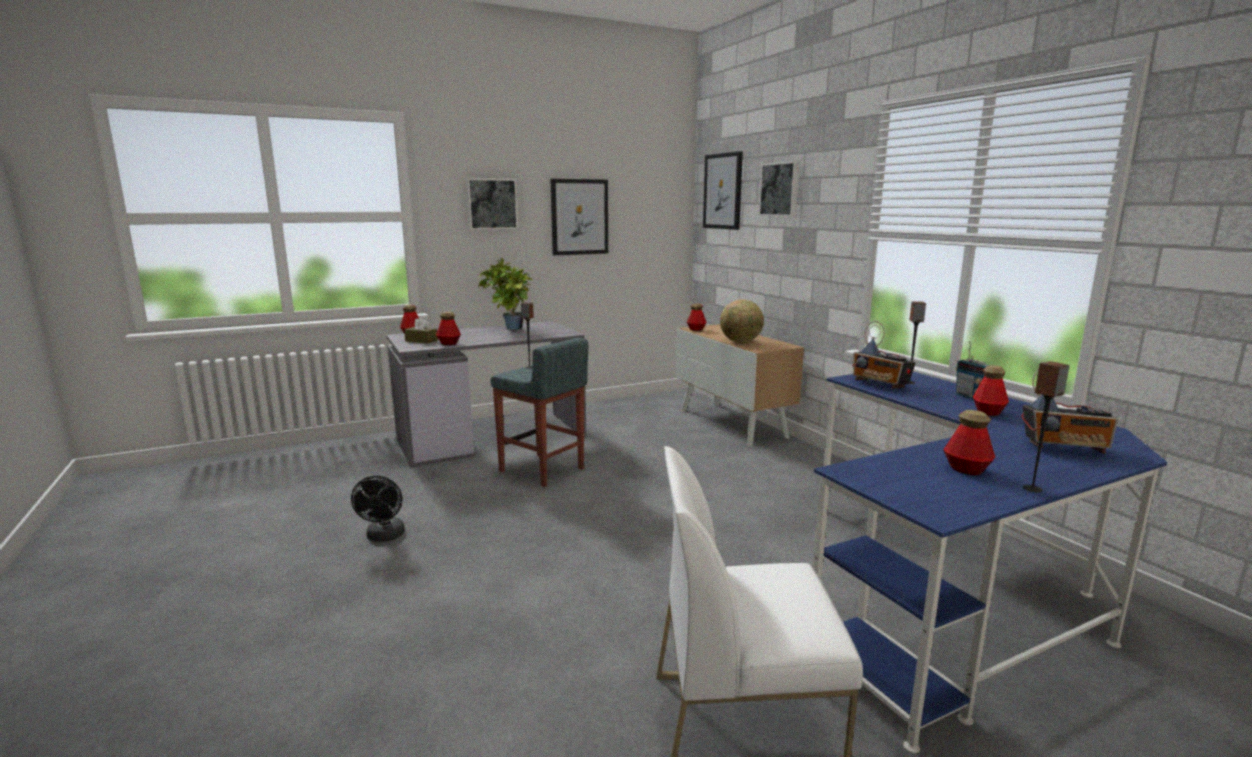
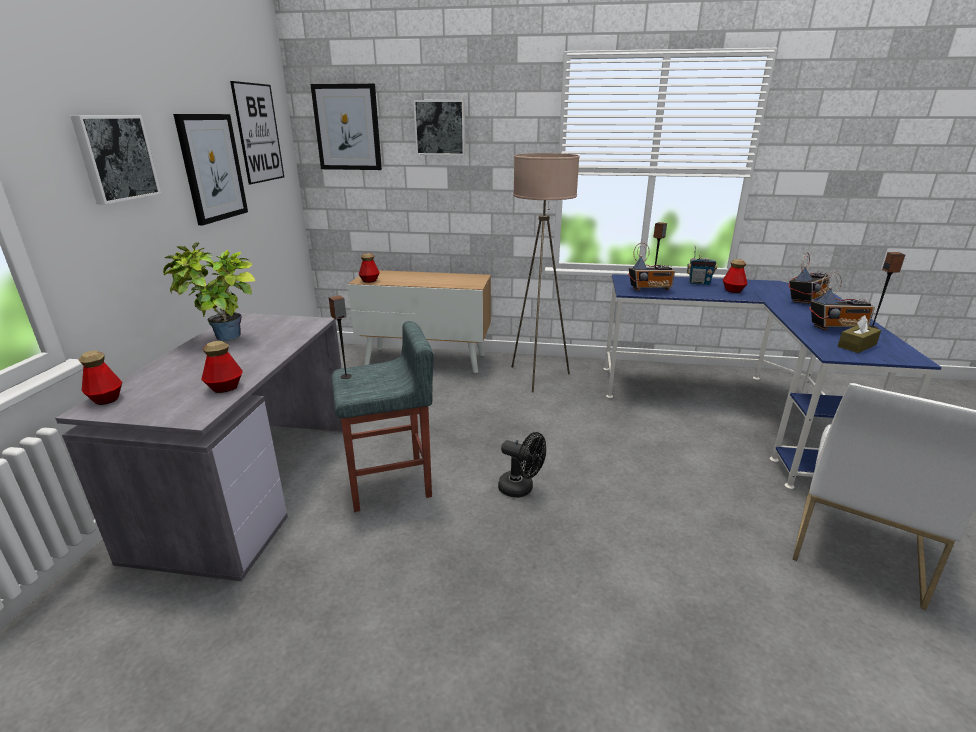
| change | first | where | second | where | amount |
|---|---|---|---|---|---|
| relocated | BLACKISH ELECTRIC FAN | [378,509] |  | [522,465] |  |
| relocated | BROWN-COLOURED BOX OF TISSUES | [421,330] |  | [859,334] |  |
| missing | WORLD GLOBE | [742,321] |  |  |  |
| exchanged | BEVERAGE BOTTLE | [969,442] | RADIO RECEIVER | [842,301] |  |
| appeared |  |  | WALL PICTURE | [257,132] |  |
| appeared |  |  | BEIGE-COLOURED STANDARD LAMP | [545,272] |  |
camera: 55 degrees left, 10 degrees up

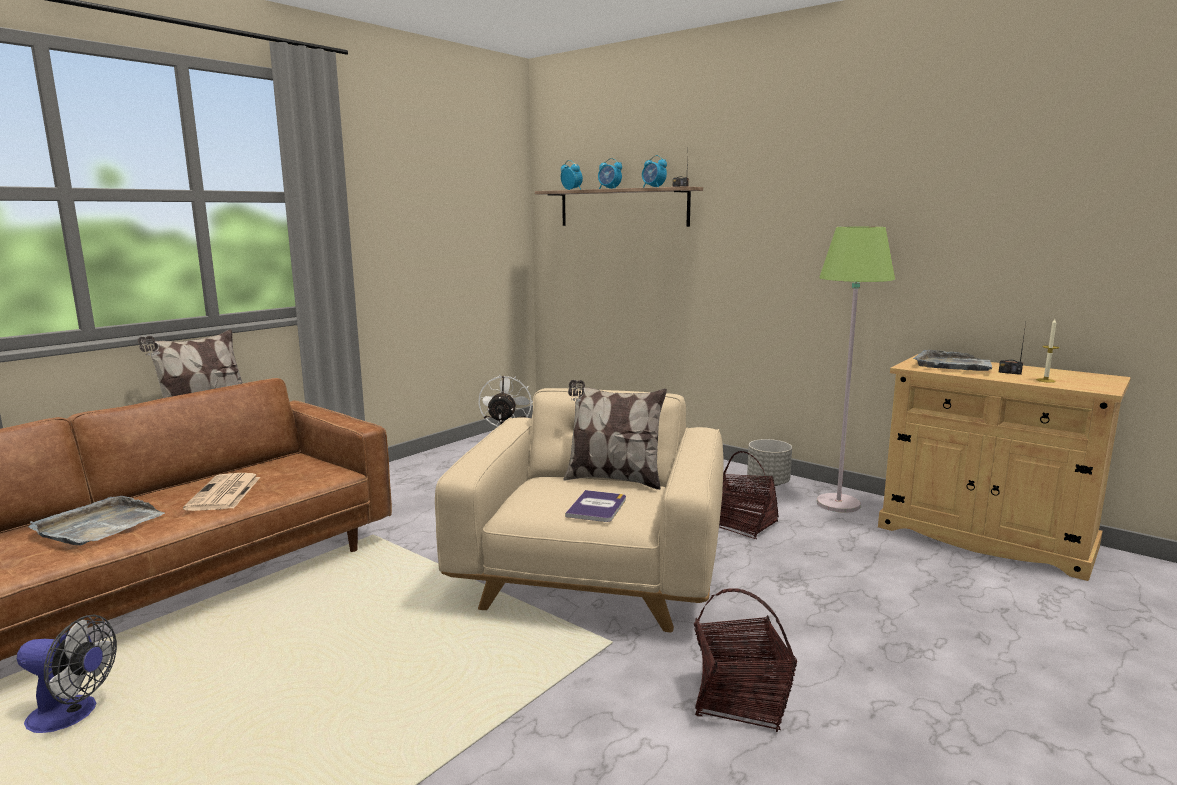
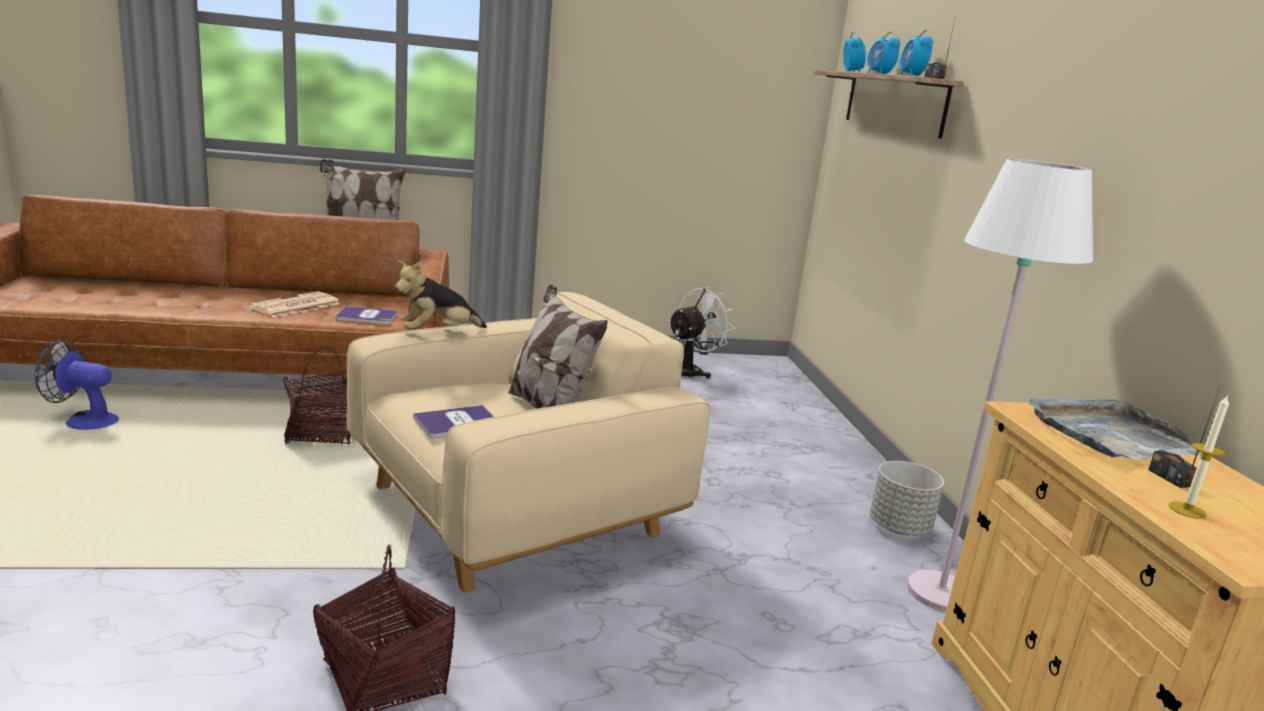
| change | first | where | second | where | amount |
|---|---|---|---|---|---|
| spun | ELECTRIC FAN | [67,674] |  | [76,385] | 135 degrees clockwise |
| missing | GRAY CARRYING TRAY | [96,521] |  |  |  |
| relocated | HOUSEHOLD BASKET | [749,495] |  | [317,395] |  |
| colour | GREEN-COLOURED STANDARD LAMP | [856,370] | WHITE-COLOURED STANDARD LAMP | [1000,385] |  |
| appeared |  |  | BOUND BOOK | [367,315] |  |
| appeared |  |  | SOFT TOY | [441,294] |  |
camera: 40 degrees right, 5 degrees up

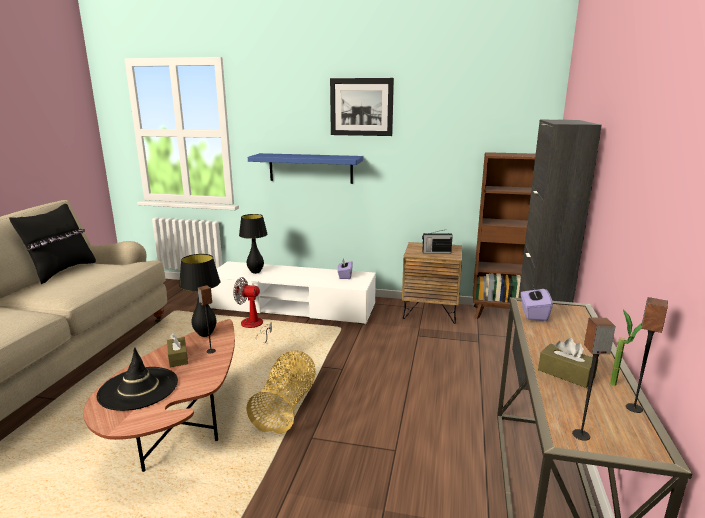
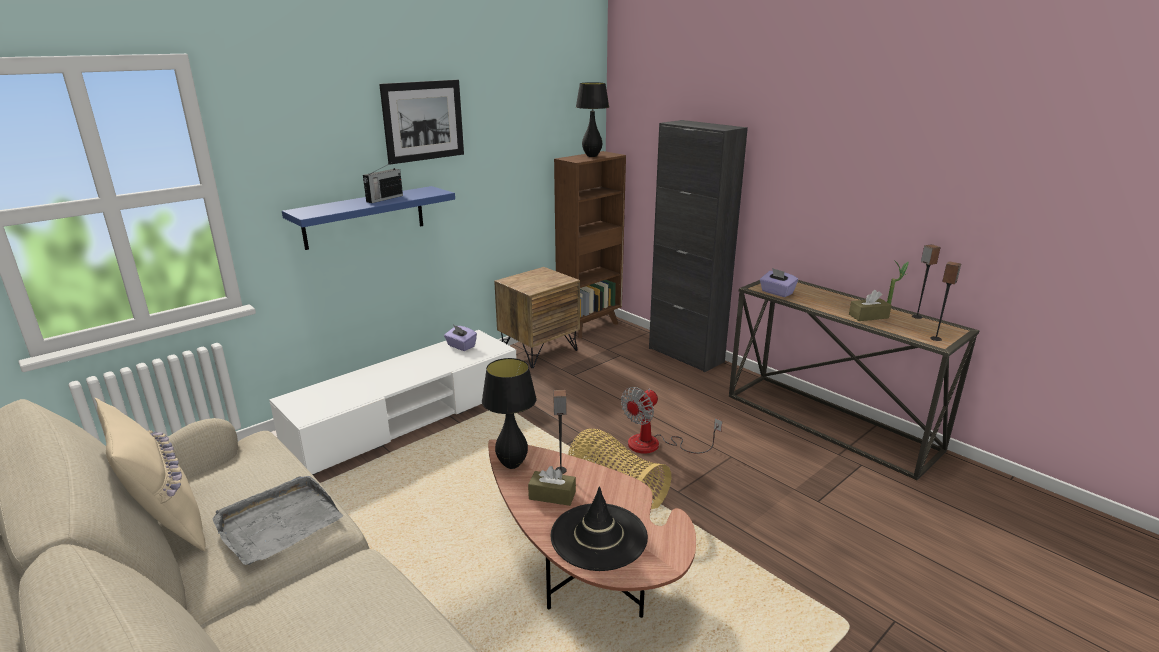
| change | first | where | second | where | amount |
|---|---|---|---|---|---|
| colour | BLACKISH CUSHION | [52,244] | BEIGE-COLOURED CUSHION | [150,474] |  |
| relocated | ELECTRIC FAN | [252,310] |  | [671,420] |  |
| relocated | BLACKISH TABLETOP LAMP | [253,244] |  | [592,119] |  |
| relocated | RADIO RECEIVER | [437,241] |  | [383,183] |  |
| appeared |  |  | GRAY CARRYING TRAY | [277,520] |  |
camera: 55 degrees left, 5 degrees up

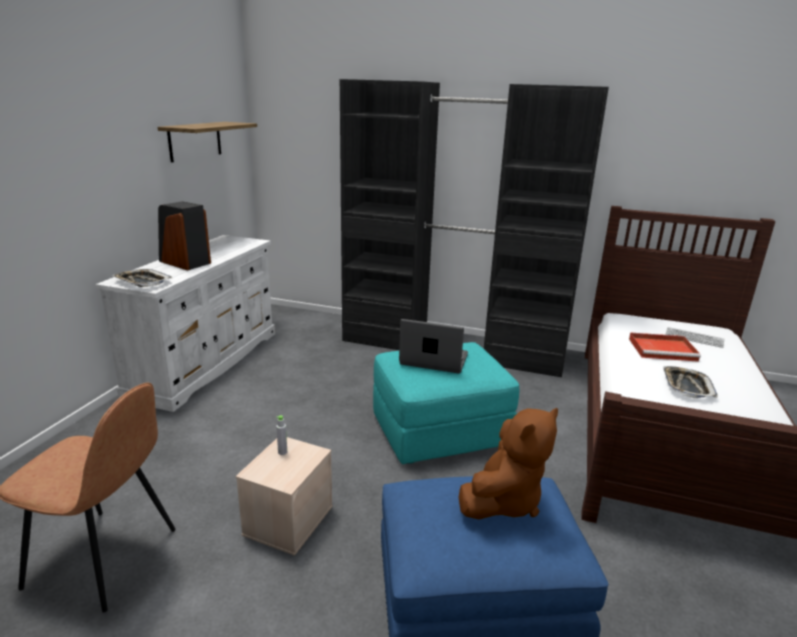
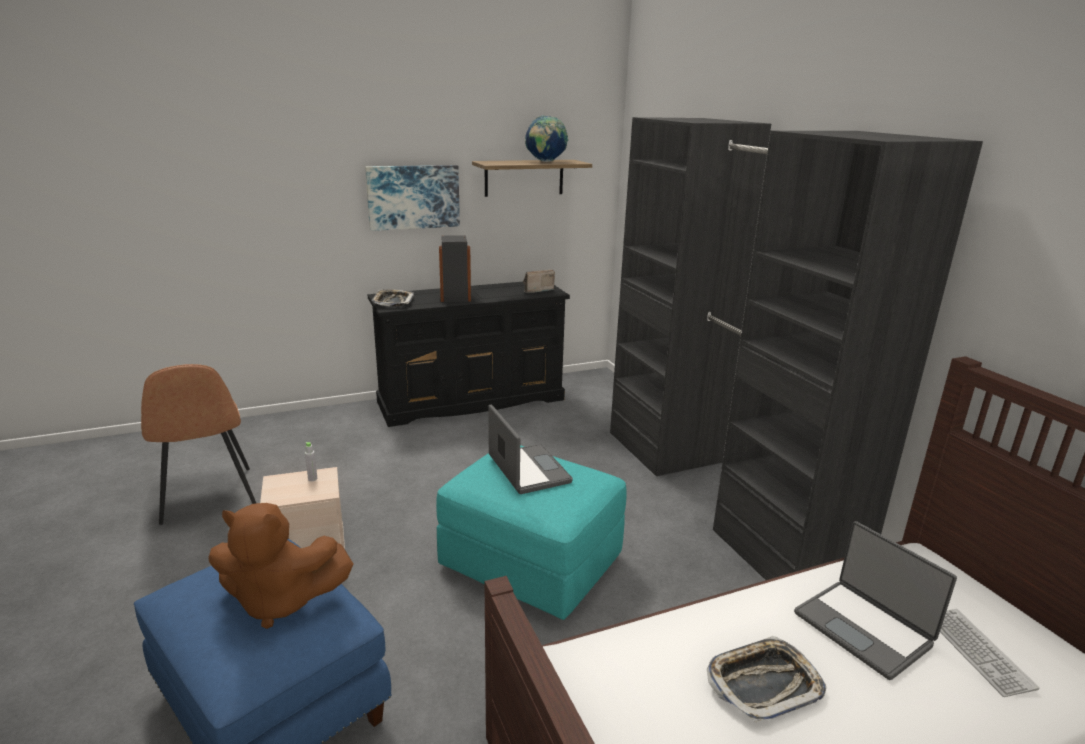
| change | first | where | second | where | amount |
|---|---|---|---|---|---|
| colour | WHITE-COLOURED DRAWER CHEST | [185,323] | BLACKISH DRAWER CHEST | [468,354] |  |
| exchanged | REDDISH CARRYING TRAY | [665,347] | NOTEBOOK COMPUTER | [875,600] |  |
| appeared |  |  | WALL PICTURE | [412,198] |  |
| appeared |  |  | RADIO RECEIVER | [539,281] |  |
| appeared |  |  | WORLD GLOBE | [546,138] |  |
camera: 50 degrees right, 0 degrees up

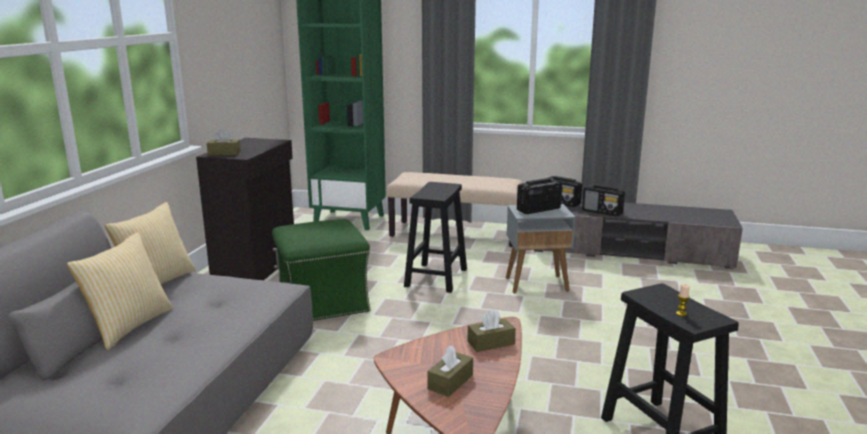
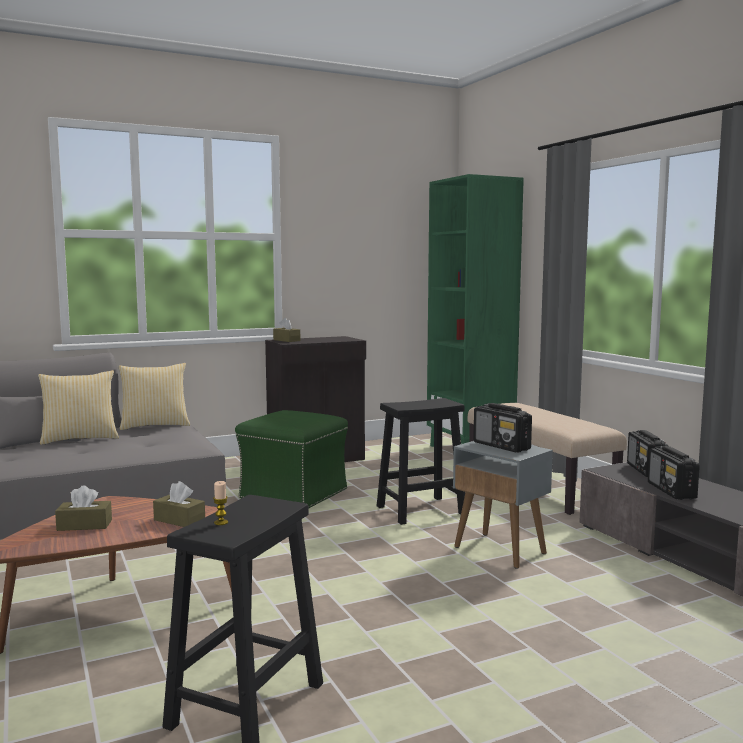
| change | first | where | second | where | amount |
|---|---|---|---|---|---|
| spun | RADIO RECEIVER | [539,196] |  | [502,427] | 150 degrees counterclockwise |
camera: 50 degrees right, 10 degrees down

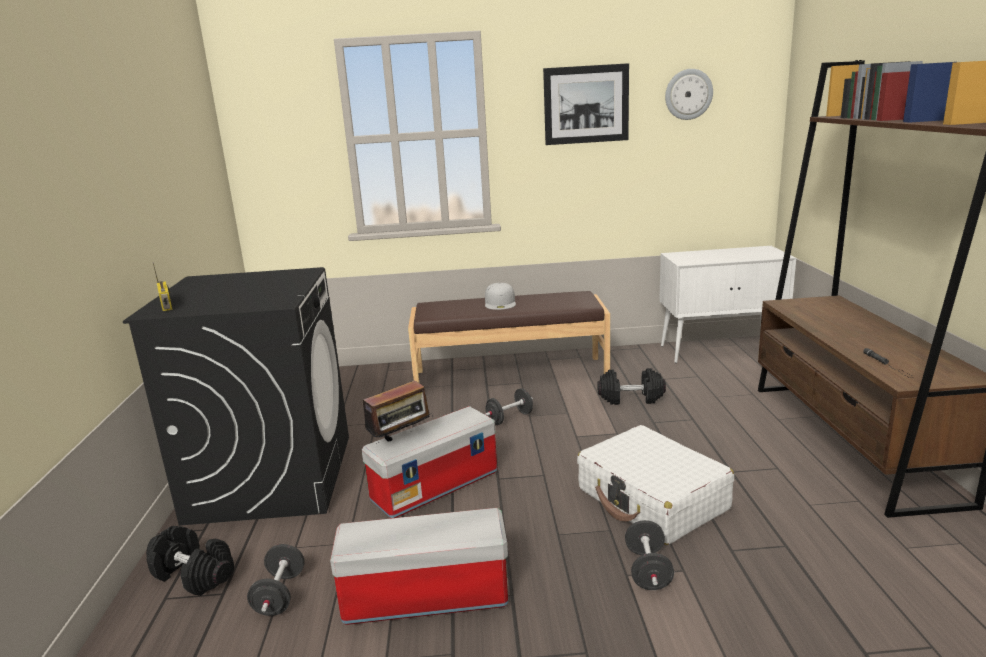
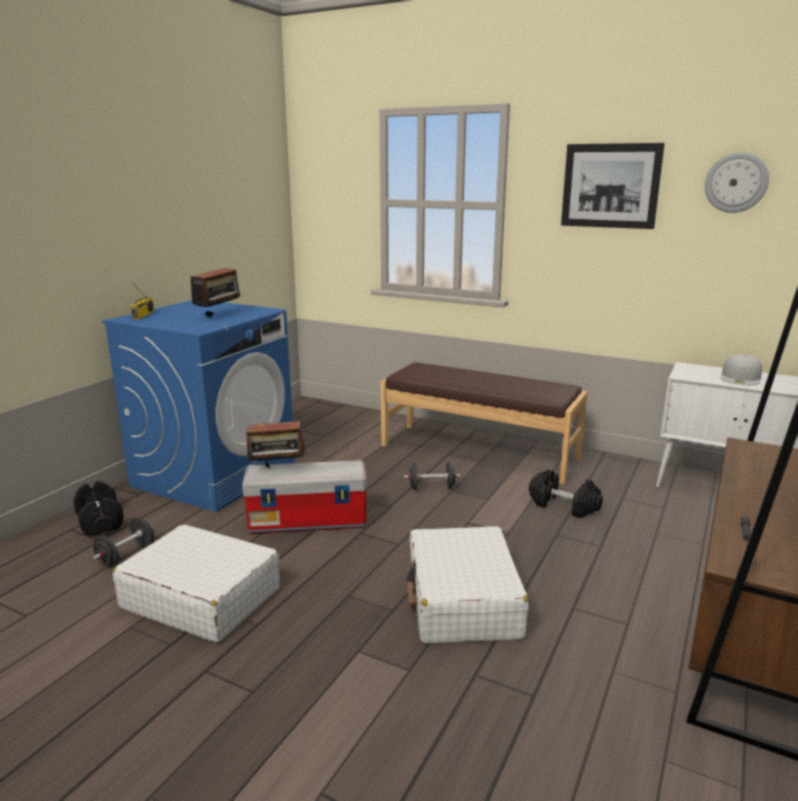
| change | first | where | second | where | amount |
|---|---|---|---|---|---|
| colour | BLACKISH WASHING MACHINE | [236,396] | BLUE-COLOURED WASHING MACHINE | [198,406] |  |
| exchanged | STORAGE CONTAINER | [419,566] | WHITE-COLOURED PIECE OF LUGGAGE | [196,583] |  |
| relocated | WHITE-COLOURED PEAKED CAP | [500,296] |  | [741,369] |  |
| missing | BLACKISH DUMBBELL | [649,555] |  |  |  |
| appeared |  |  | RADIO RECEIVER | [217,289] |  |
camera: 30 degrees right, 0 degrees up

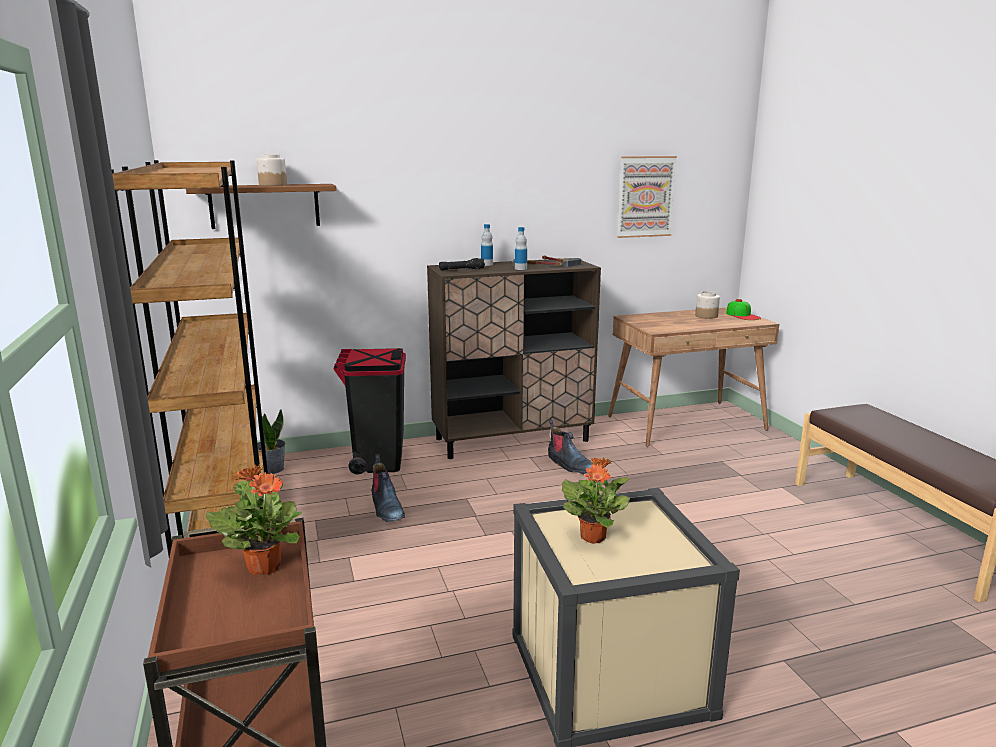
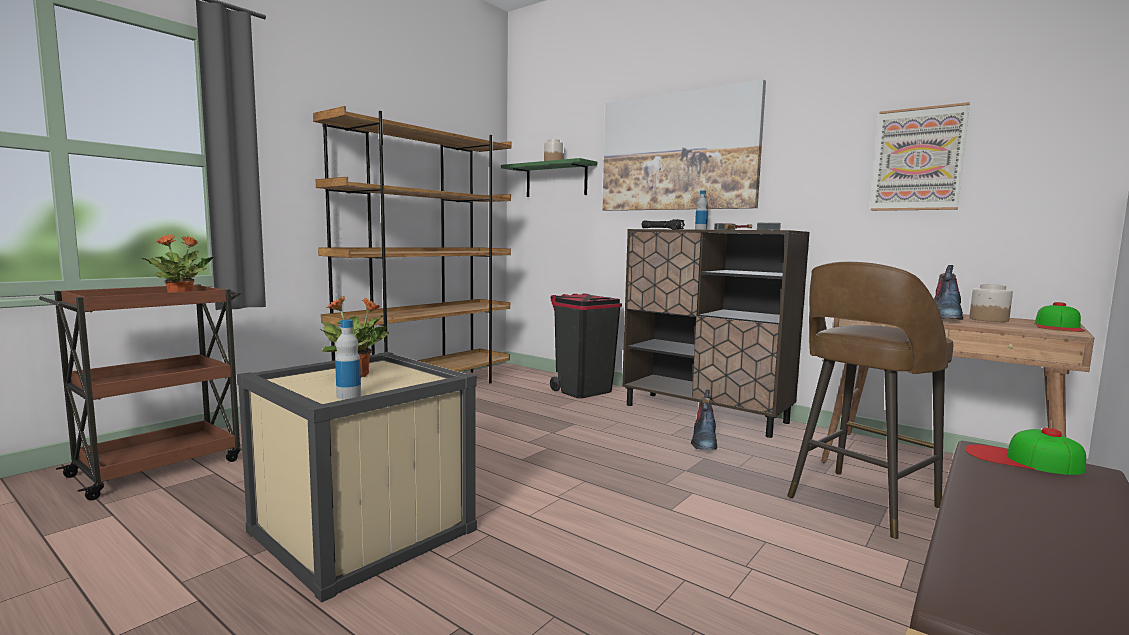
| change | first | where | second | where | amount |
|---|---|---|---|---|---|
| colour | BROWN-COLOURED SHELF | [261,206] | GREEN-COLOURED SHELF | [549,177] |  |
| missing | POTTED PLANT | [271,441] |  |  |  |
| relocated | TALL BOOT | [388,488] |  | [948,292] |  |
| relocated | BEVERAGE BOTTLE | [521,248] |  | [348,359] |  |
| appeared |  |  | WALL PICTURE | [684,145] |  |
| appeared |  |  | BROWN-COLOURED SITTING STOOL | [870,401] |  |
| appeared |  |  | PEAKED CAP | [1025,451] |  |
camera: 55 degrees right, 10 degrees down

